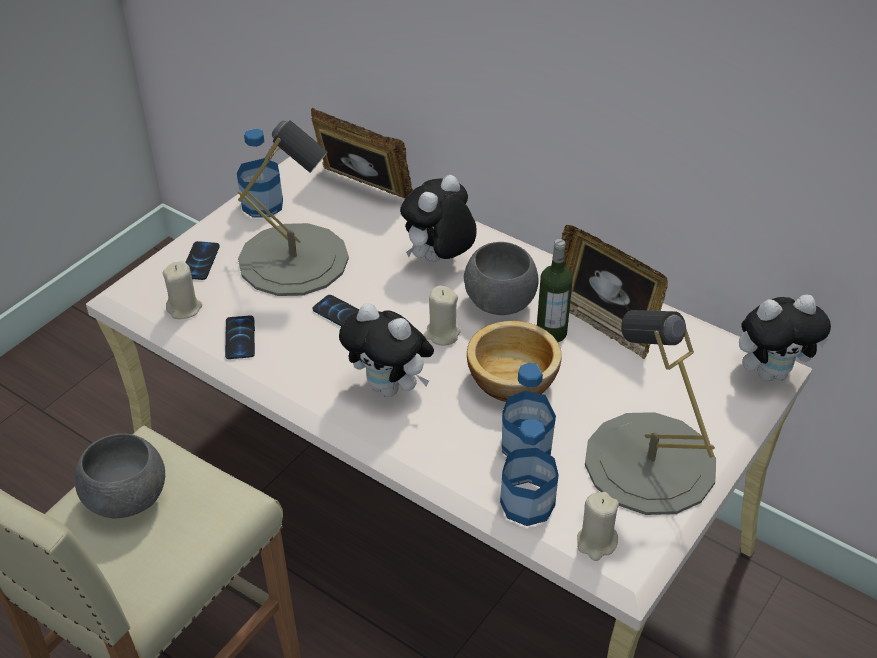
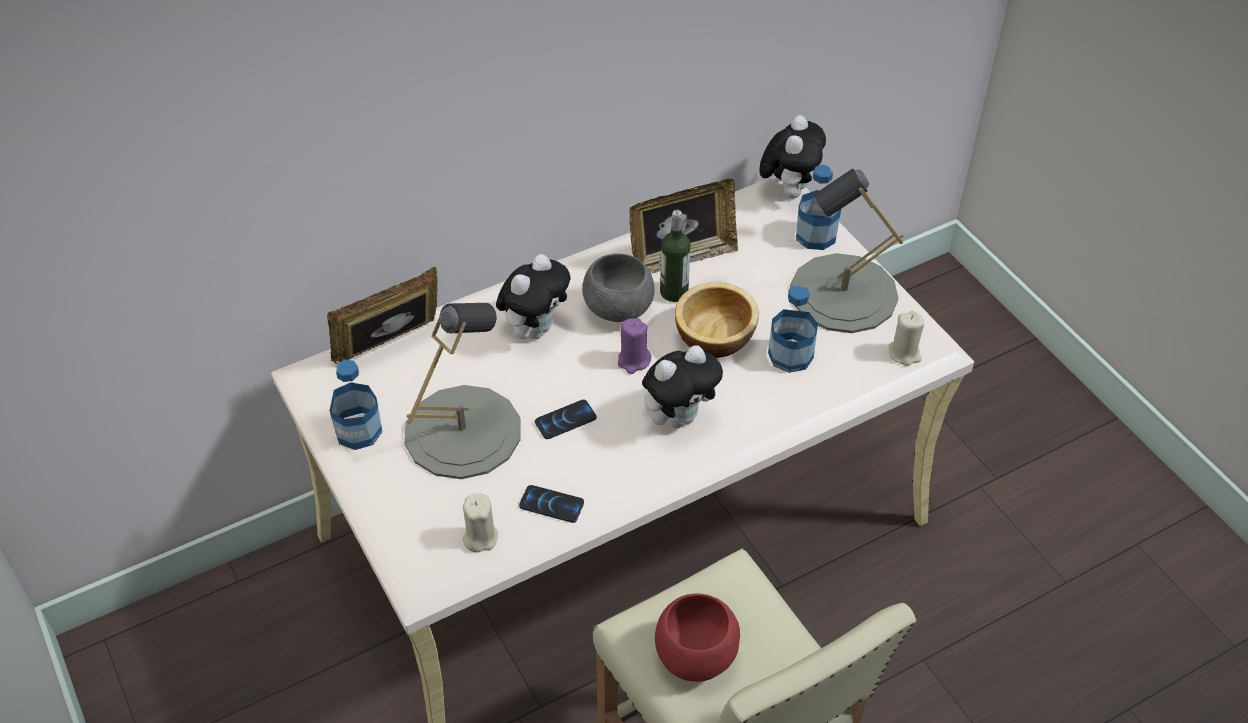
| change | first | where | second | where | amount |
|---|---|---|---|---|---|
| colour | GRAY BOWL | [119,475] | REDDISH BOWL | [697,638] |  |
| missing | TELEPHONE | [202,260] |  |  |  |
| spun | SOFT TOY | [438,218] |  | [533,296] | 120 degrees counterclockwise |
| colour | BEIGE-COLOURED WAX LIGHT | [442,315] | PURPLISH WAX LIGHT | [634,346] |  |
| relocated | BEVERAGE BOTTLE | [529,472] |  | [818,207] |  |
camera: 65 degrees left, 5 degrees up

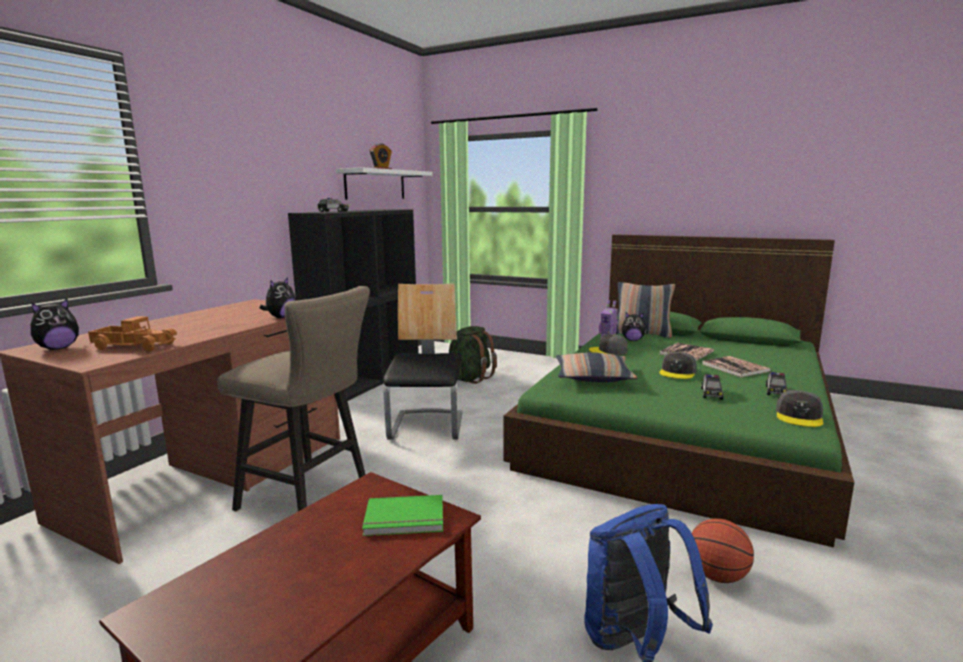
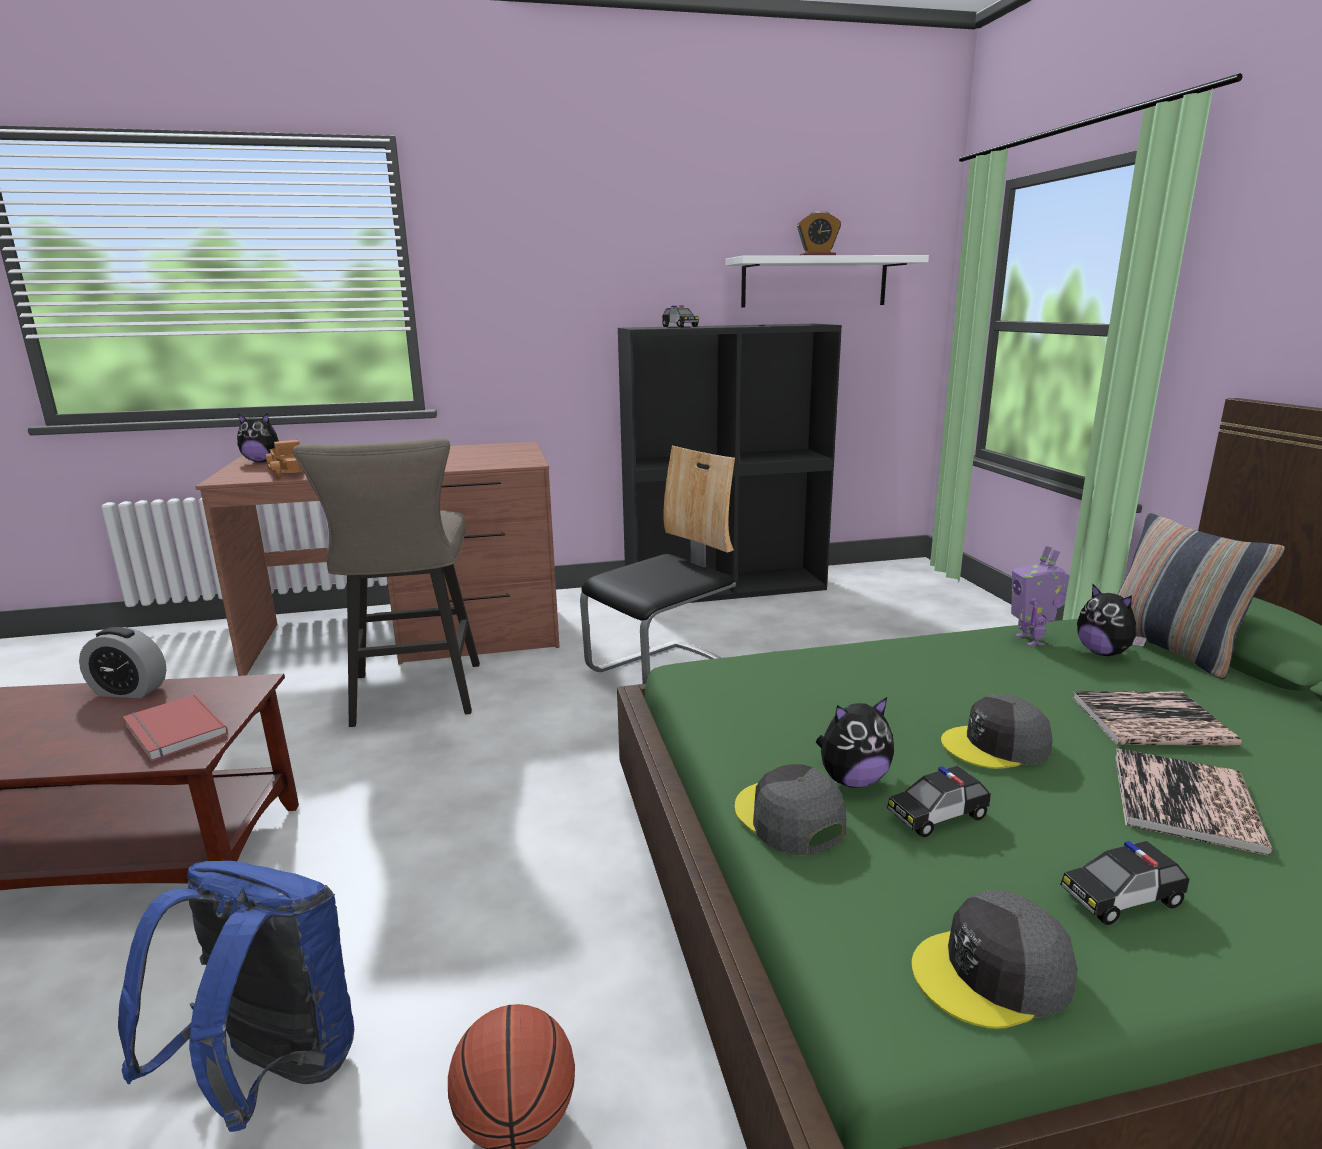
| change | first | where | second | where | amount |
|---|---|---|---|---|---|
| relocated | SOFT TOY | [278,297] |  | [855,742] |  |
| colour | GREEN-COLOURED BOUND BOOK | [403,515] | REDDISH BOUND BOOK | [175,728] |  |
| missing | GREEN-COLOURED BACKPACK | [473,355] |  |  |  |
| missing | CUSHION | [596,367] |  |  |  |
| relocated | GRAY PEAKED CAP | [608,344] |  | [790,809] |  |
| appeared |  |  | TABLE CLOCK | [122,662] |  |
camera: 50 degrees right, 5 degrees up

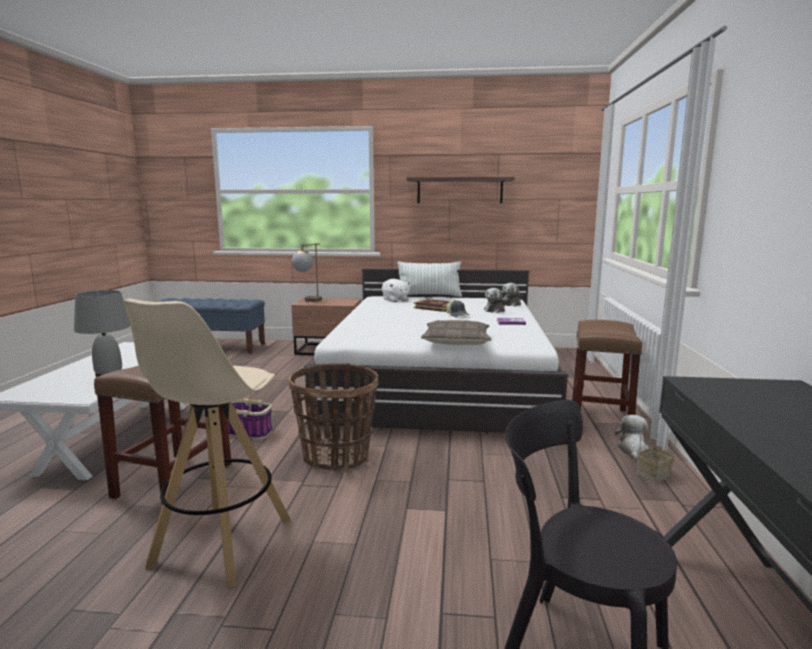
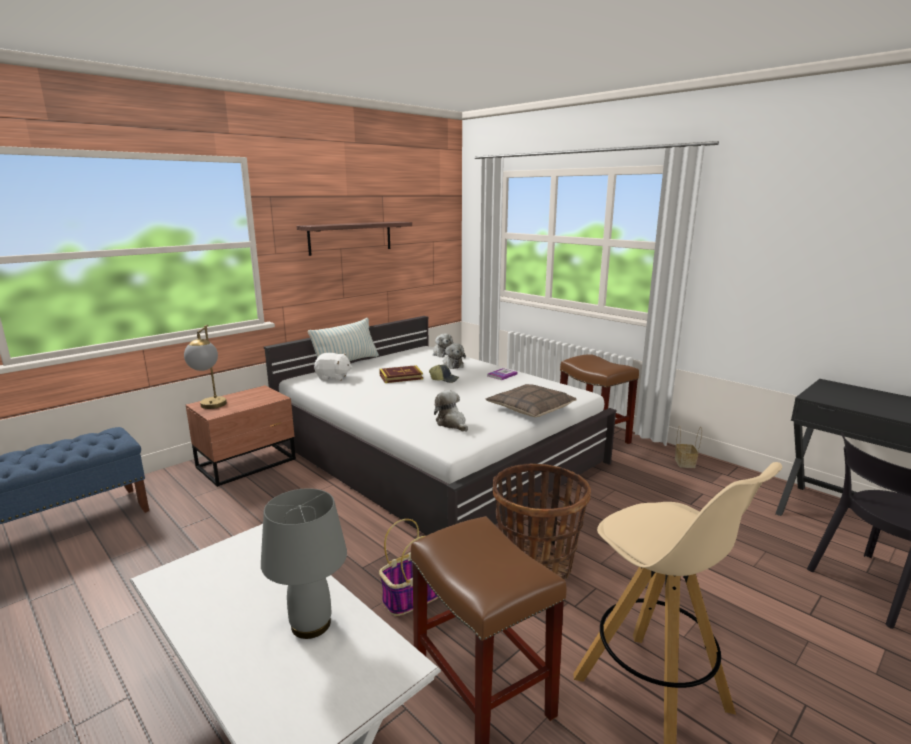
| change | first | where | second | where | amount |
|---|---|---|---|---|---|
| relocated | SOFT TOY | [632,438] |  | [451,411] |  |
camera: 50 degrees left, 5 degrees up

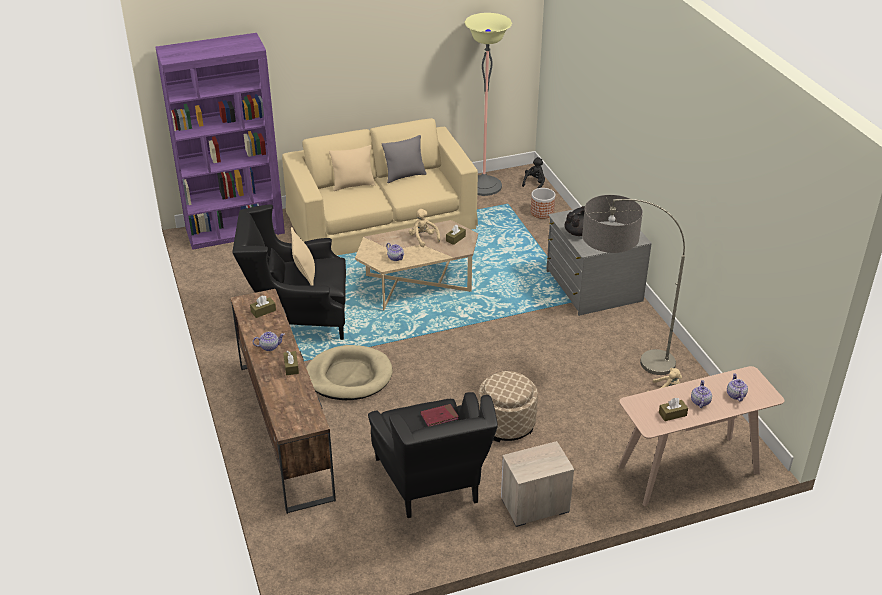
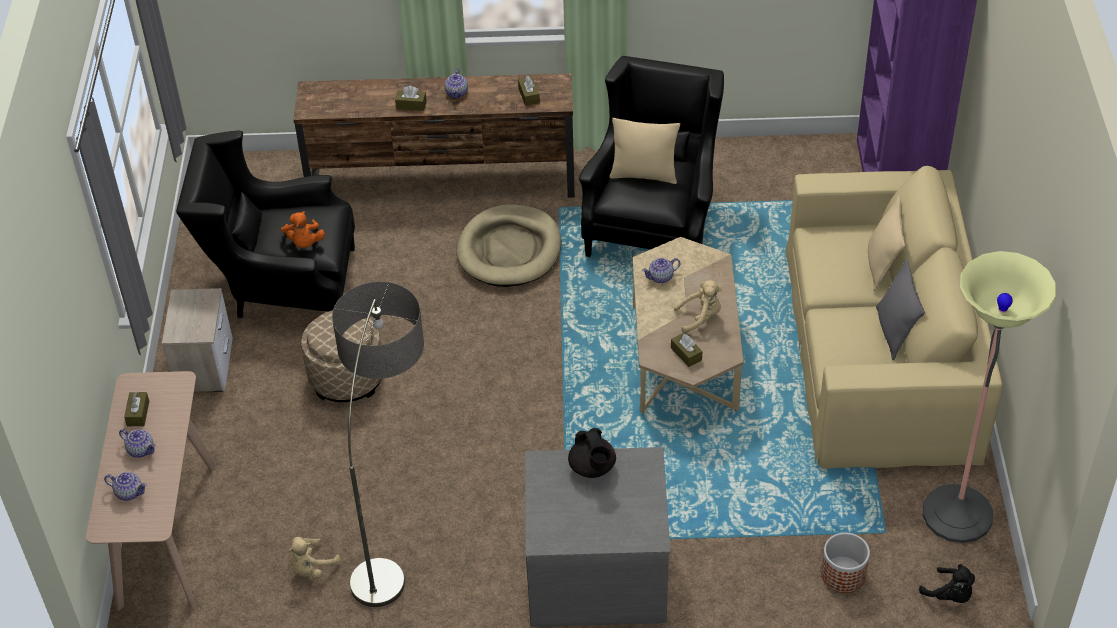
| change | first | where | second | where | amount |
|---|---|---|---|---|---|
| exchanged | REDDISH BOUND BOOK | [439,415] | ORANGEY SOFT TOY | [303,229] |  |
camera: 110 degrees right, 10 degrees up

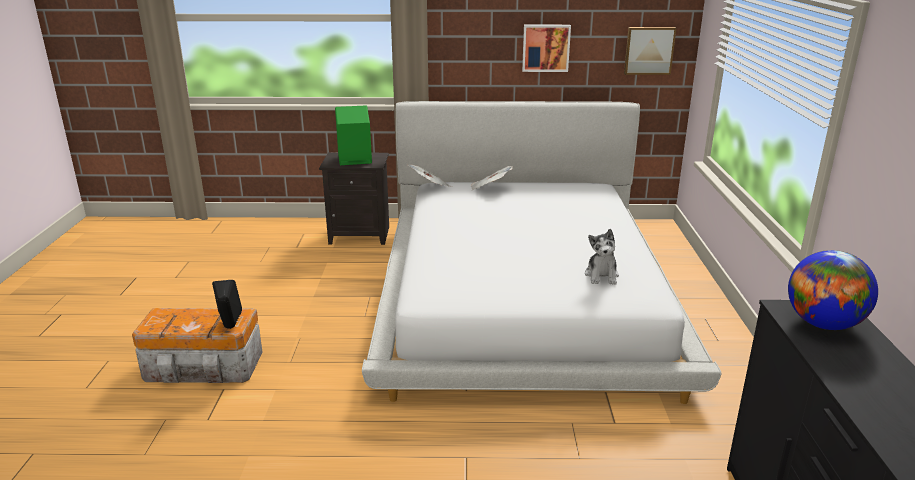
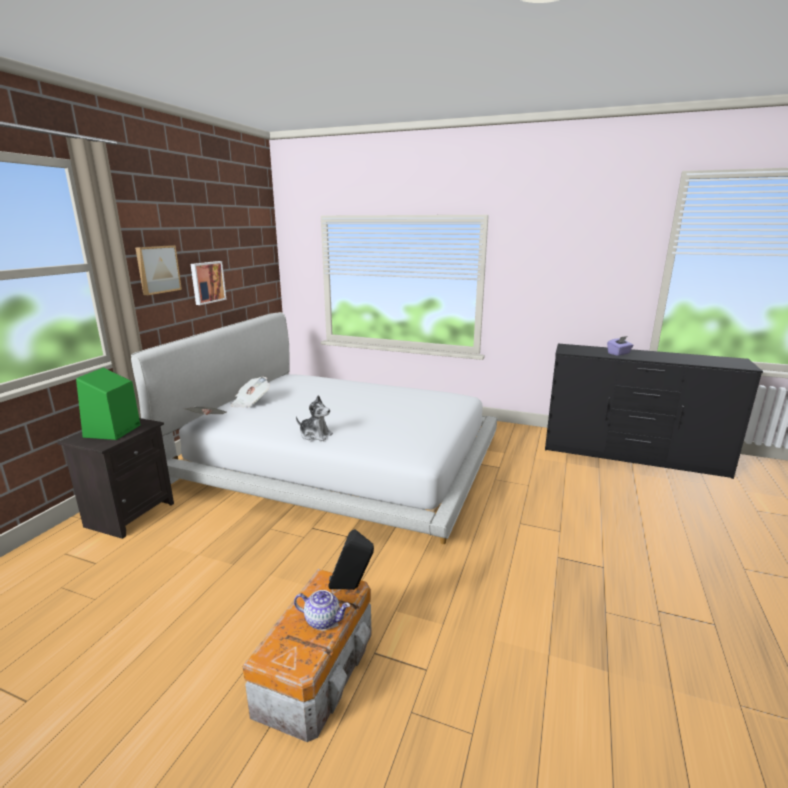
| change | first | where | second | where | amount |
|---|---|---|---|---|---|
| relocated | SOFT TOY | [602,257] |  | [314,418] |  |
| relocated | WALL PICTURE | [650,51] |  | [158,270] |  |
| missing | WORLD GLOBE | [833,290] |  |  |  |
| appeared |  |  | POT FOR TEA | [322,610] |  |
| appeared |  |  | PURPLISH BOX OF TISSUES | [620,346] |  |
camera: 70 degrees left, 5 degrees down

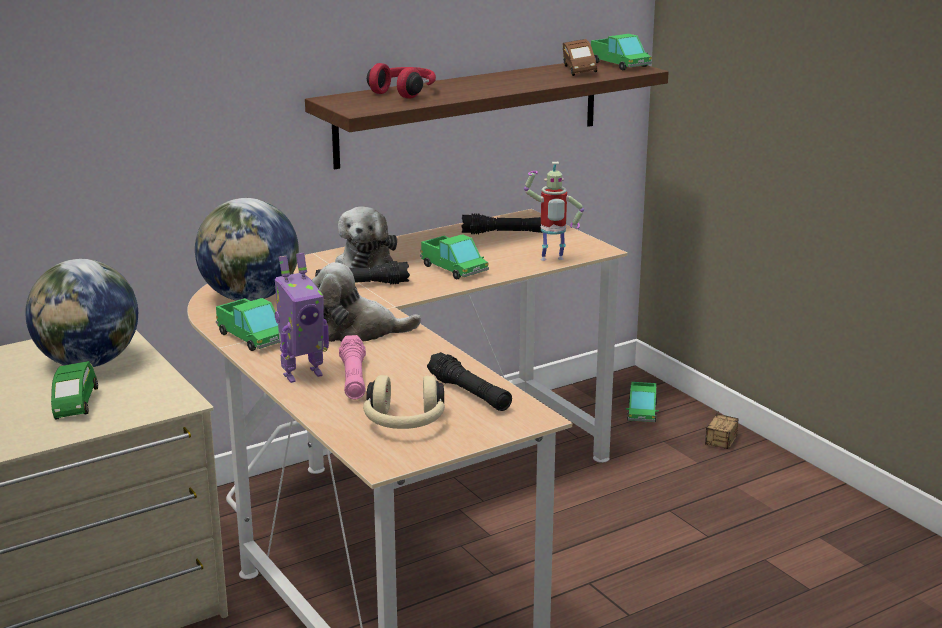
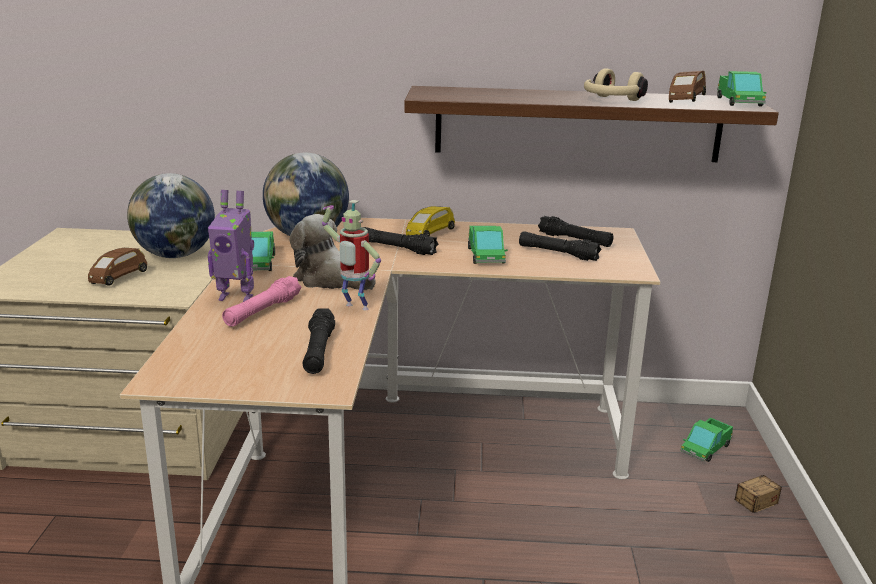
| change | first | where | second | where | amount |
|---|---|---|---|---|---|
| colour | GREEN-COLOURED MODEL CAR | [74,390] | BROWN-COLOURED MODEL CAR | [117,267] |  |
| exchanged | SOFT TOY | [366,237] | YELLOW MODEL CAR | [430,221] |  |
| relocated | BEIGE-COLOURED HEADPHONES | [404,402] |  | [616,84] |  |
| missing | REDDISH HEADPHONES | [401,81] |  |  |  |
| relocated | ROBOT FIGURE | [554,211] |  | [351,255] |  |
| appeared |  |  | BLACKISH TORCH | [560,246] |  |
camera: 35 degrees right, 0 degrees up

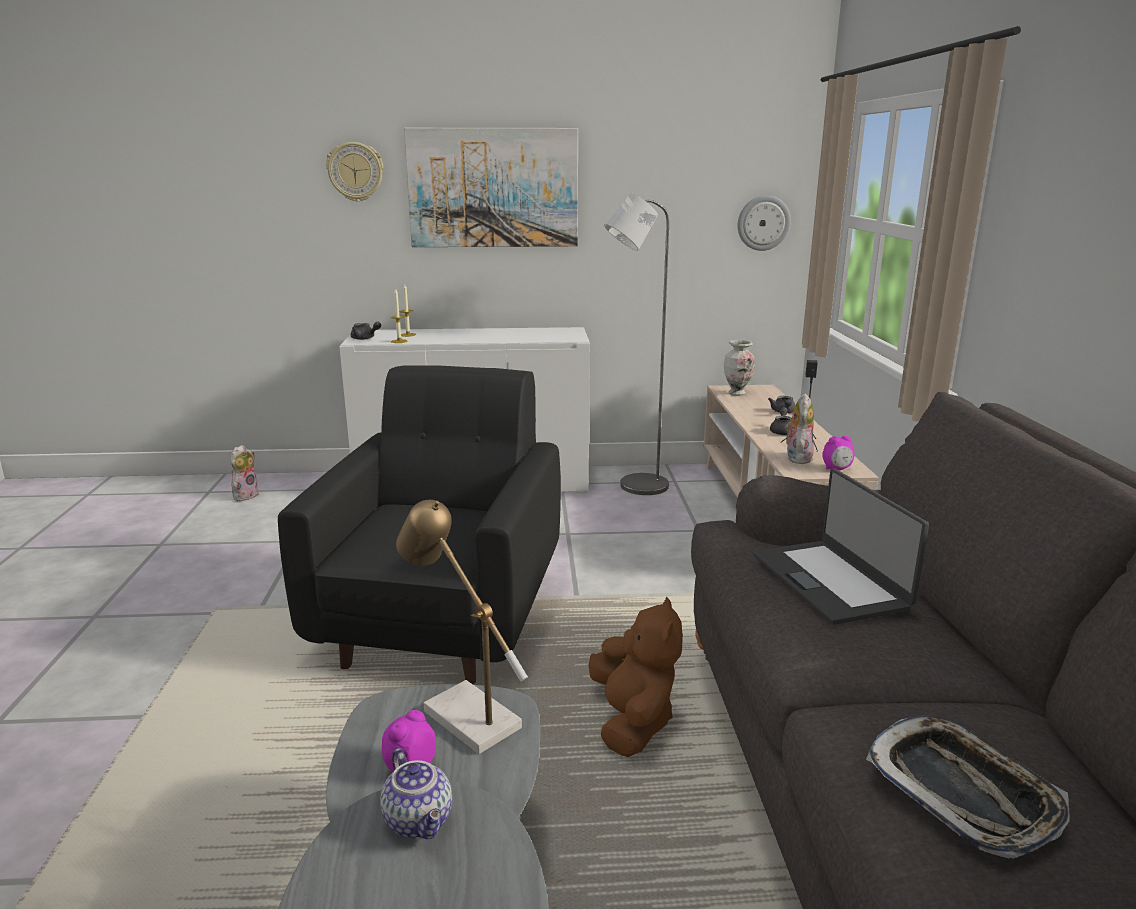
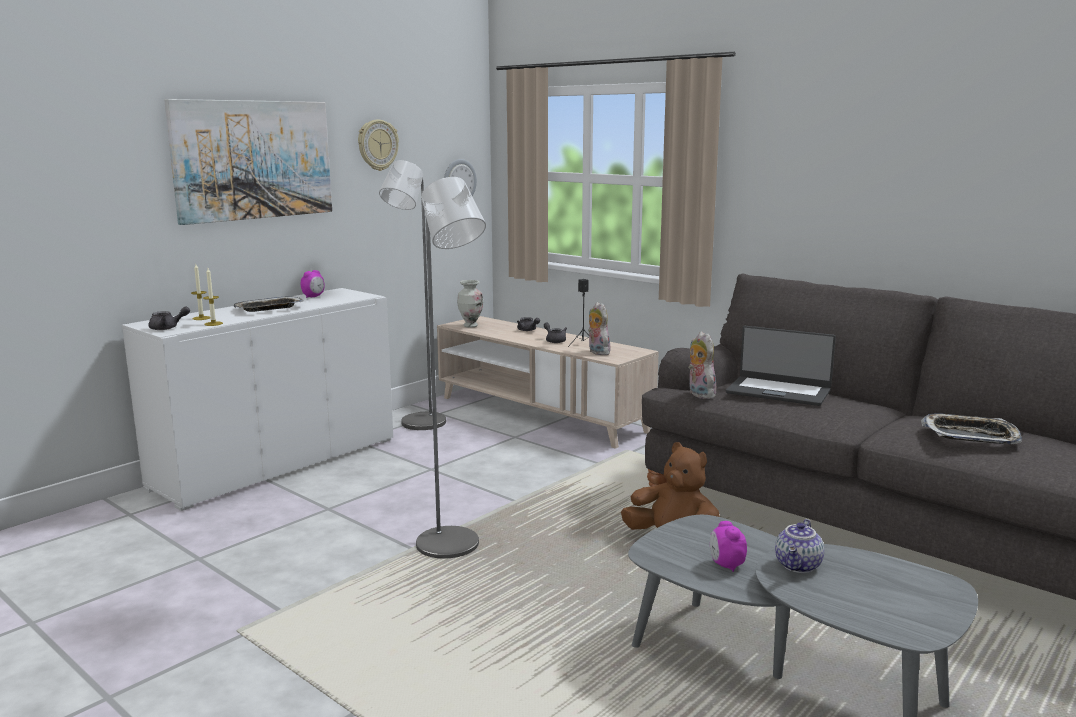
| change | first | where | second | where | amount |
|---|---|---|---|---|---|
| relocated | SOFT TOY | [245,473] |  | [702,365] |  |
| exchanged | BLACKISH ARMCHAIR | [419,524] | GRAY STANDARD LAMP | [451,368] |  |
| relocated | WALL CLOCK | [354,172] |  | [378,145] |  |
| spun | POT FOR TEA | [416,793] |  | [799,546] | 105 degrees clockwise |
| missing | TABLETOP LAMP | [462,627] |  |  |  |
| relocated | TABLE CLOCK | [838,453] |  | [313,284] |  |
| appeared |  |  | CARRYING TRAY | [269,304] |  |
camera: 45 degrees left, 5 degrees down

